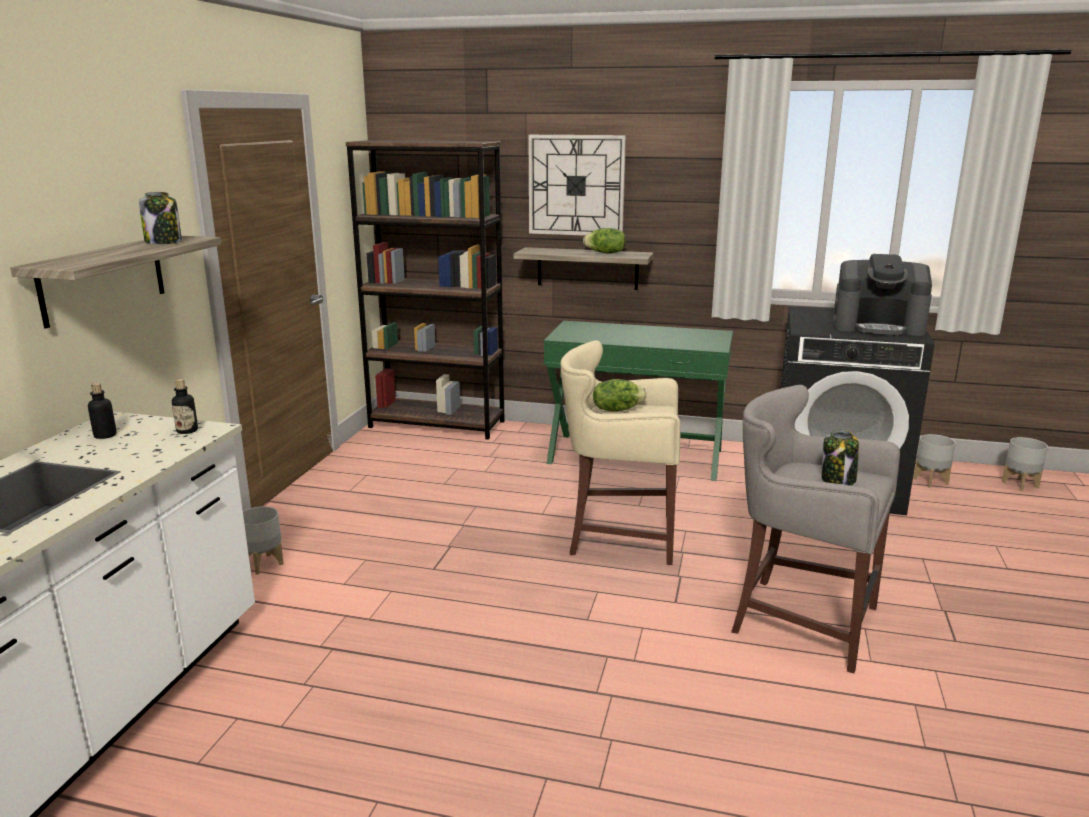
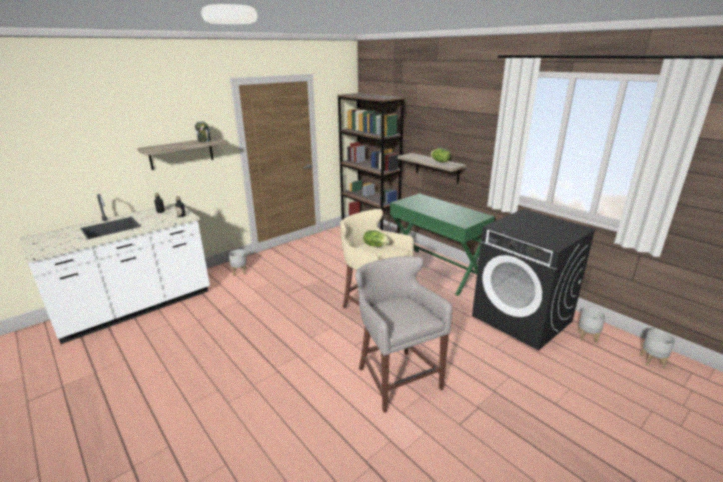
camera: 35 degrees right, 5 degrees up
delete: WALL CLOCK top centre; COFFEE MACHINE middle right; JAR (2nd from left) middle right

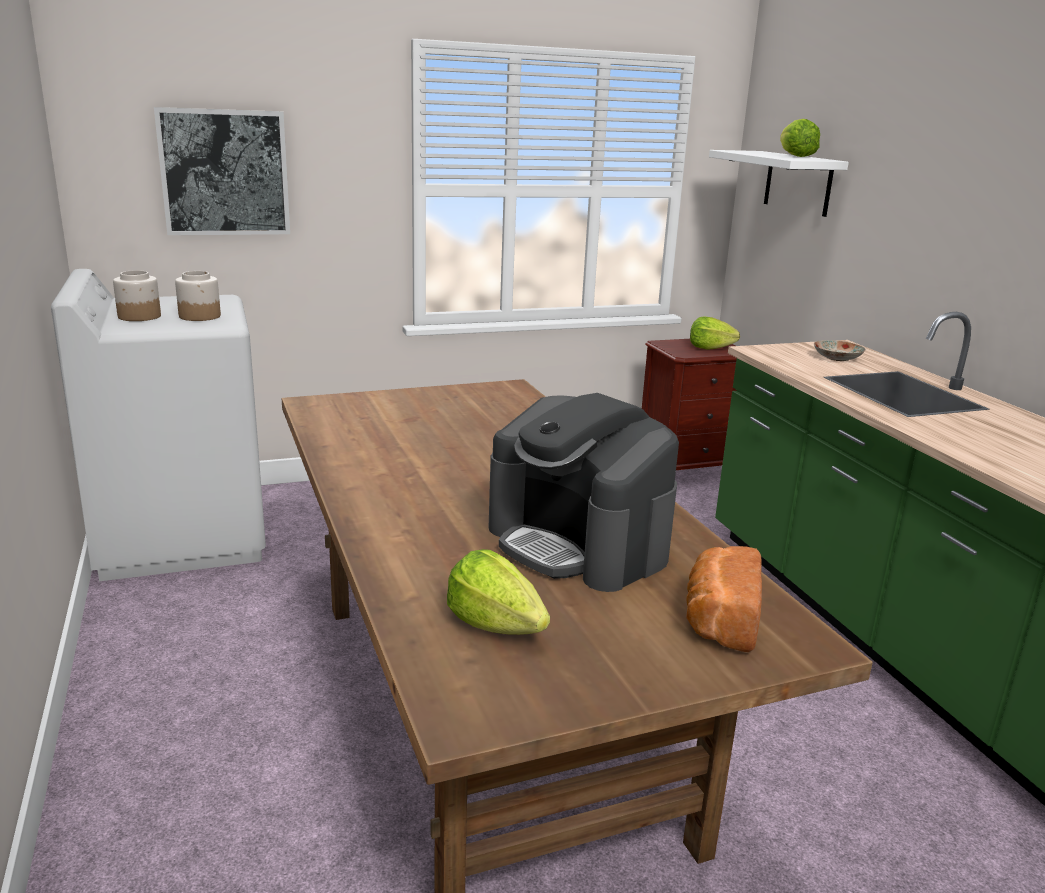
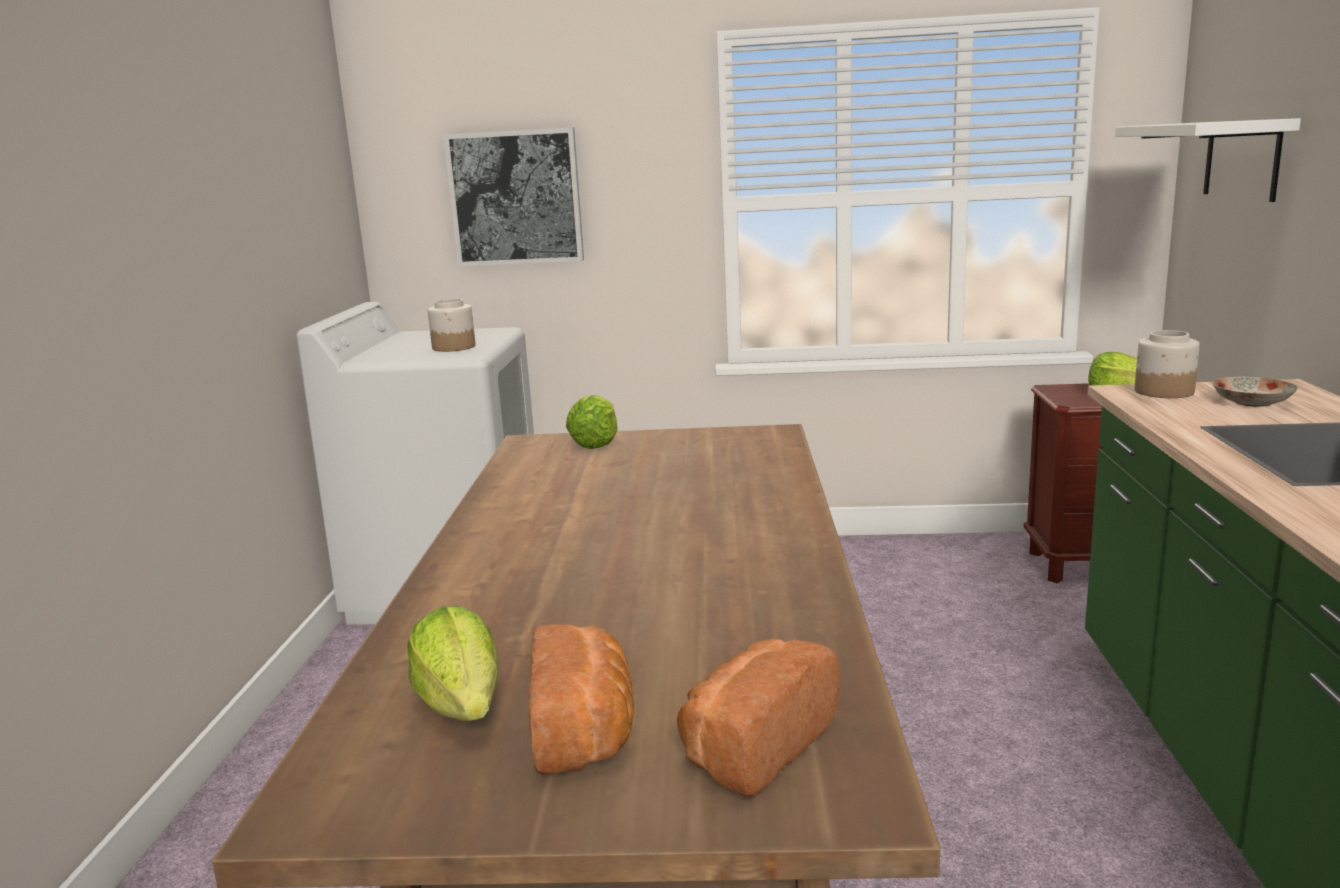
camera: 25 degrees right, 5 degrees down
delete: COFFEE MACHINE centre
insert: BREAD (1st from left) bottom centre
move: LETTUCE (3rd from left in the first image) top right to LETTUCE (2nd from left) centre; JAR (1st from left in the first image) top left to JAR (2nd from left) middle right

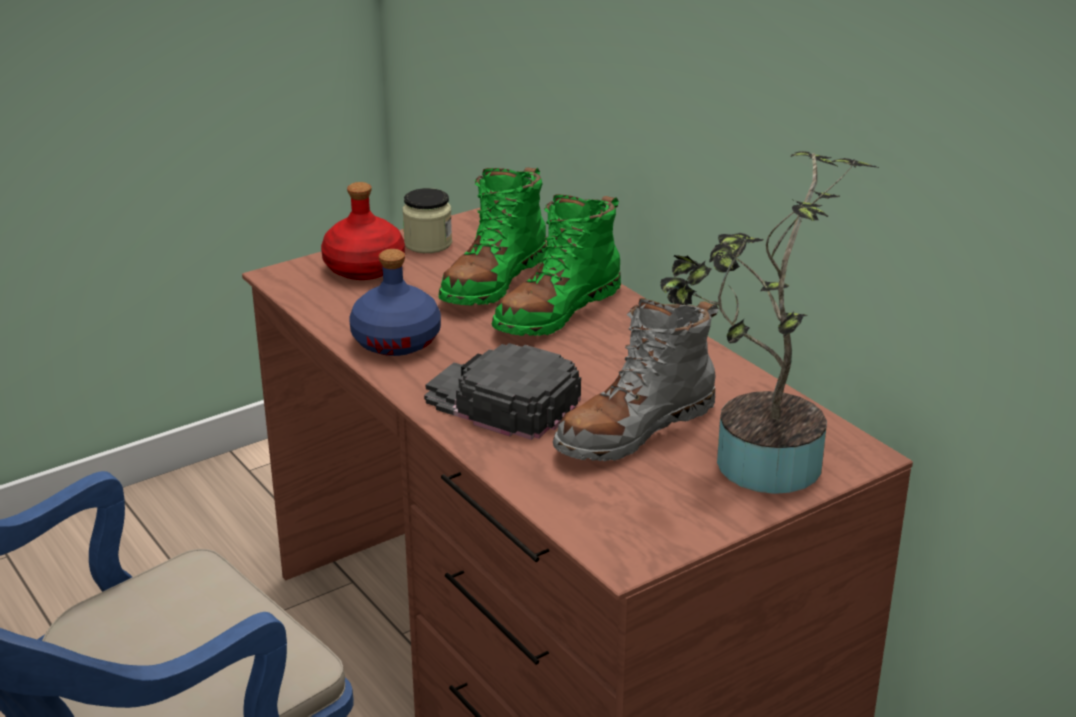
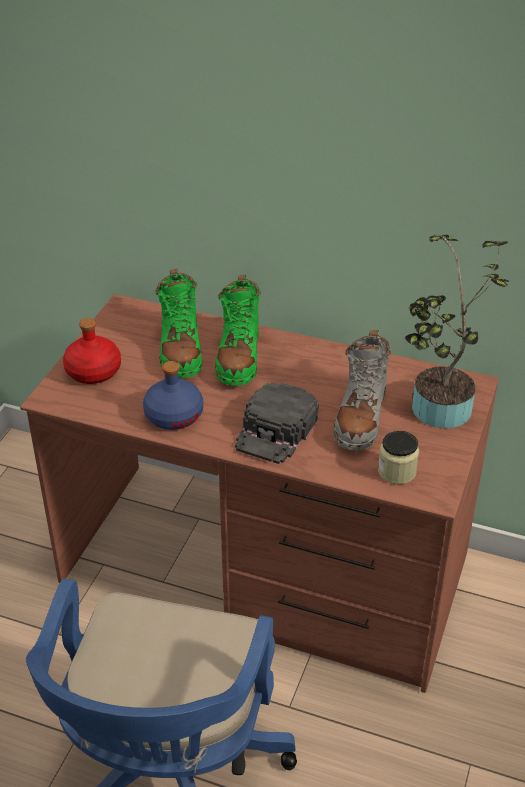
camera: 35 degrees left, 10 degrees up
move: JAR top centre to middle right
rotate: BLACK CAP centre = centre 60 degrees counterclockwise

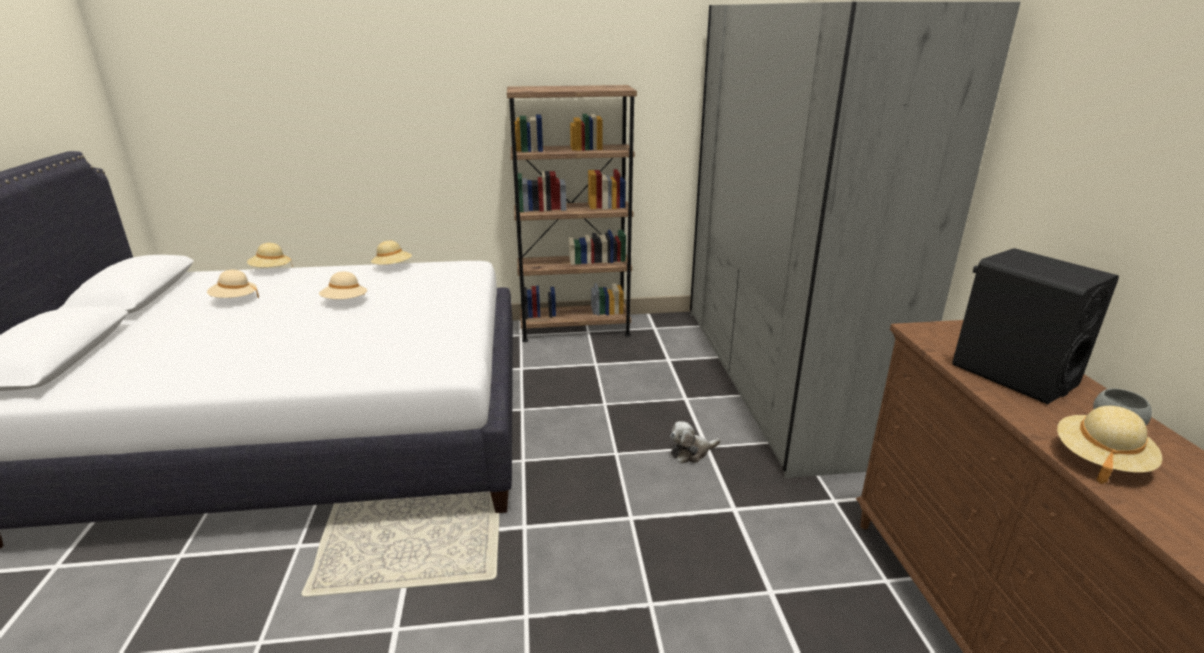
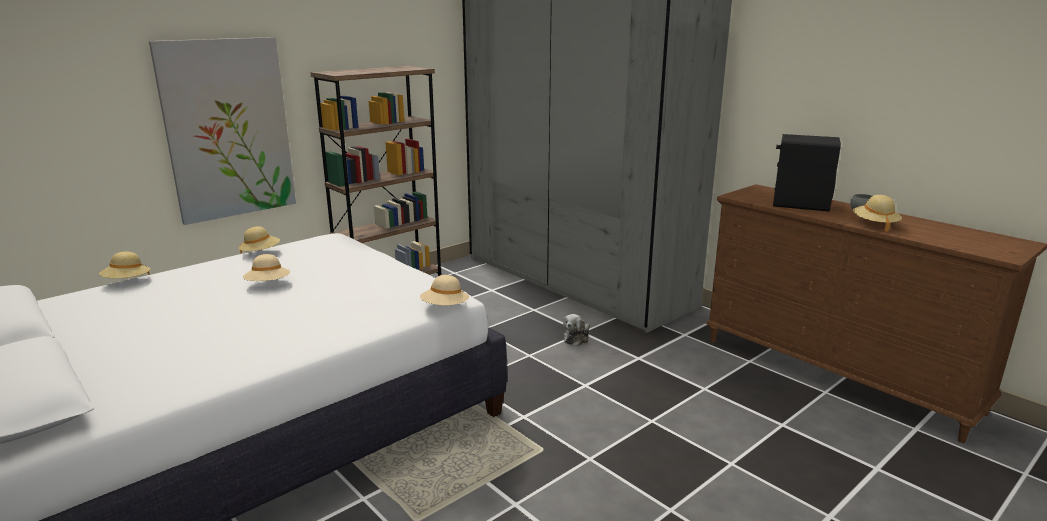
camera: 35 degrees left, 5 degrees down
insert: PICTURE top left
move: BEIGE HAT (1st from left in the first image) middle left to BEIGE HAT (4th from left) centre

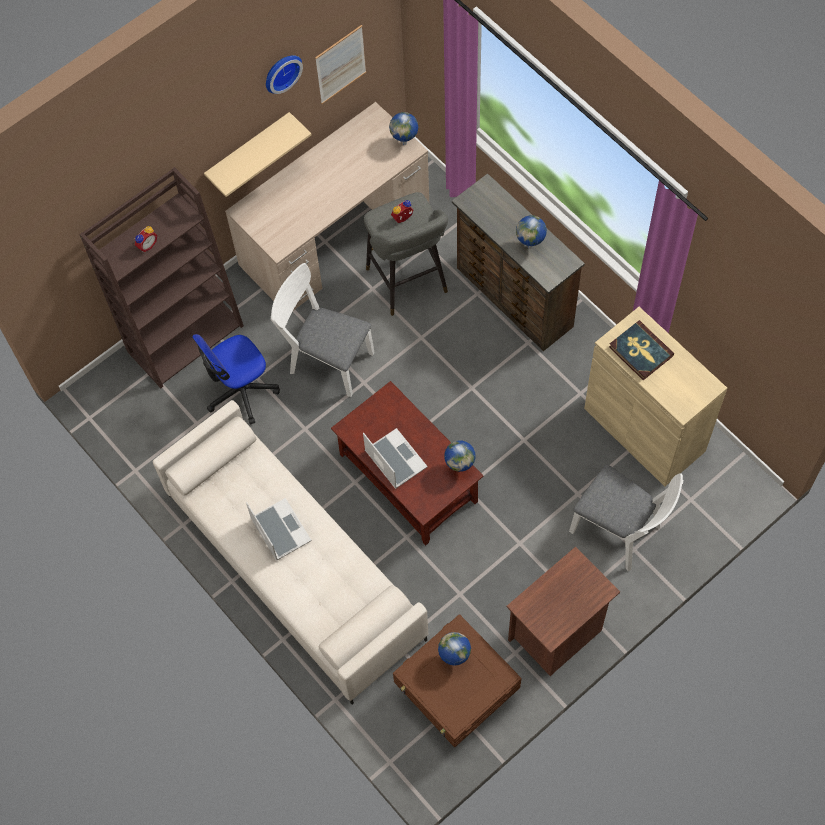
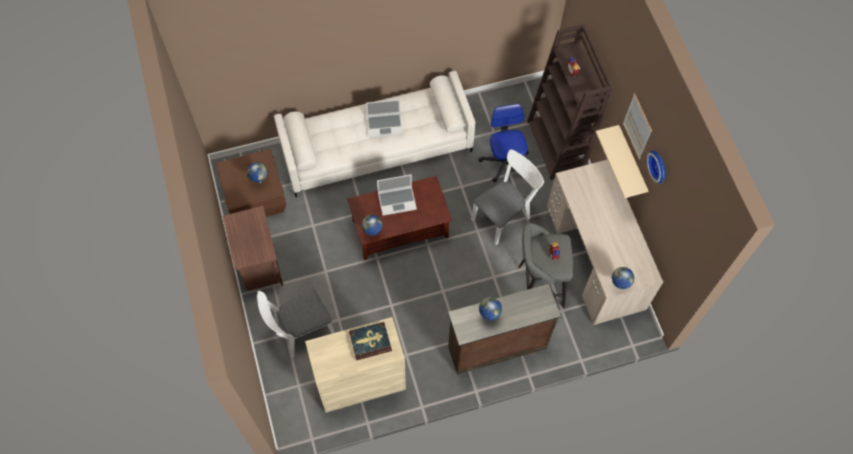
camera: 110 degrees right, 0 degrees up
move: PICTURE top centre to top right

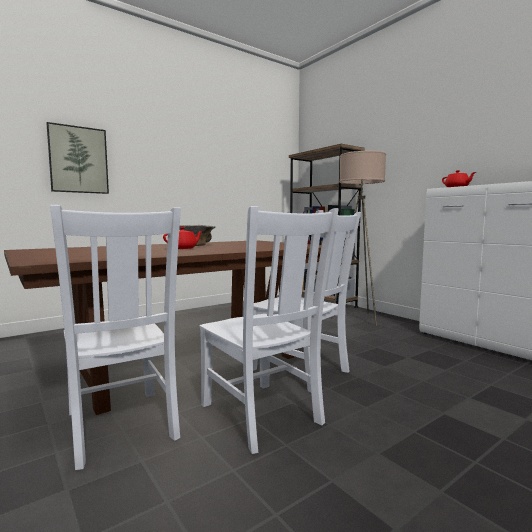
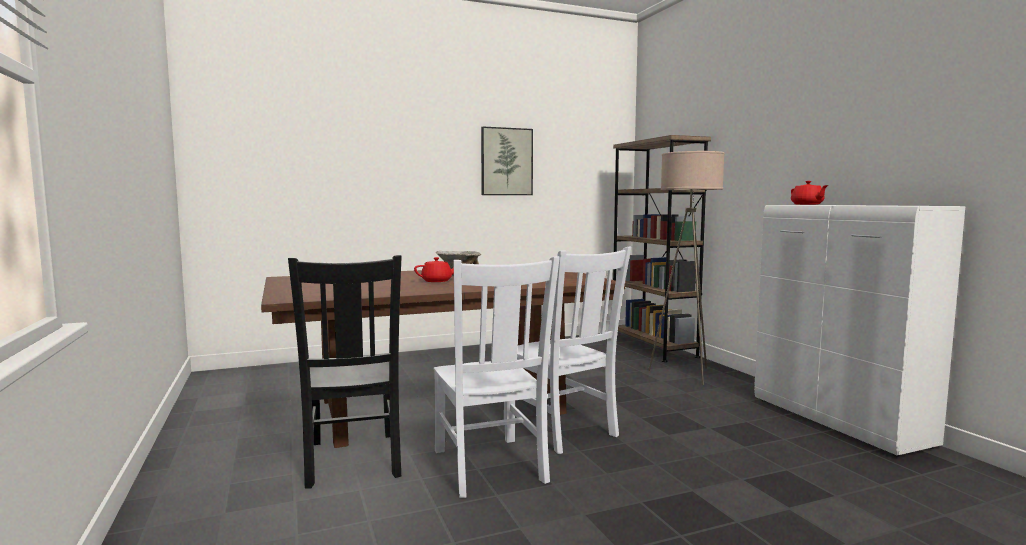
camera: 15 degrees right, 0 degrees up
move: PICTURE top left to top centre
recolor: WHITE CHAIR (1st from left) middle left to BLACK CHAIR bottom centre

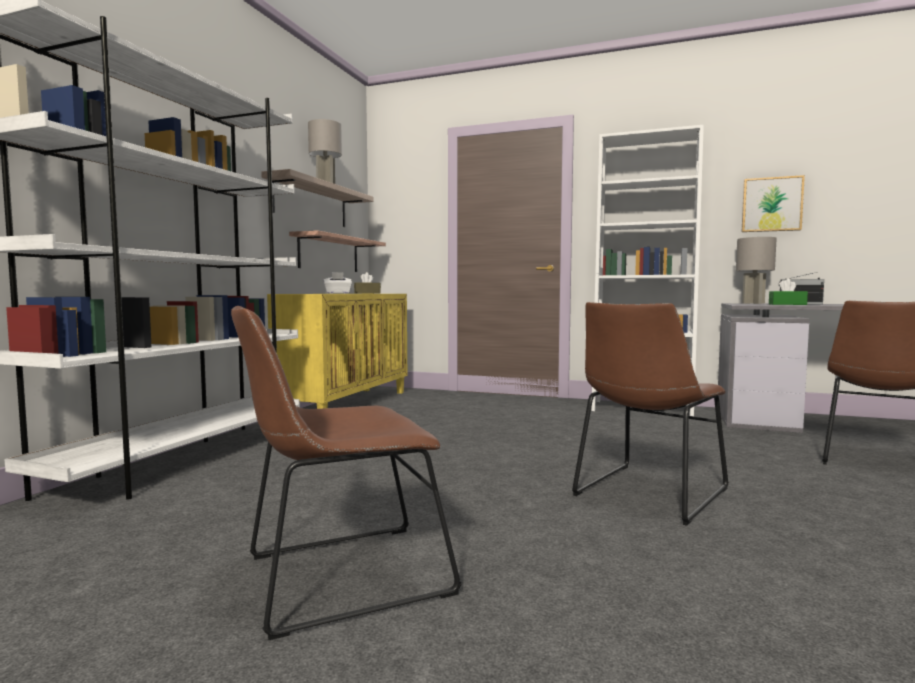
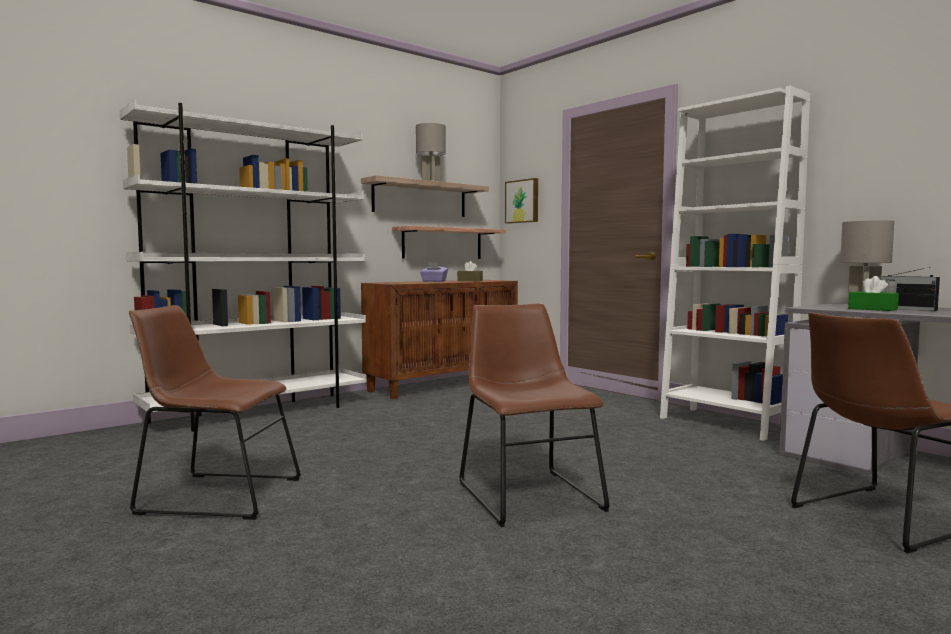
camera: 30 degrees right, 0 degrees up
move: PICTURE top right to top centre
recolor: WHITE TISSUE BOX centre to PURPLE TISSUE BOX centre; YELLOW CABINET centre to BROWN CABINET centre
rotate: BROWN CHAIR (2nd from left) middle right = centre 90 degrees clockwise

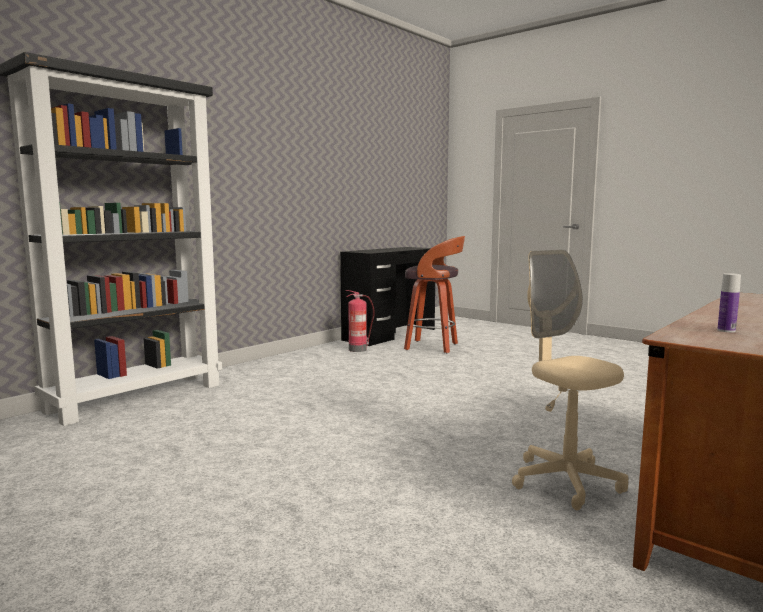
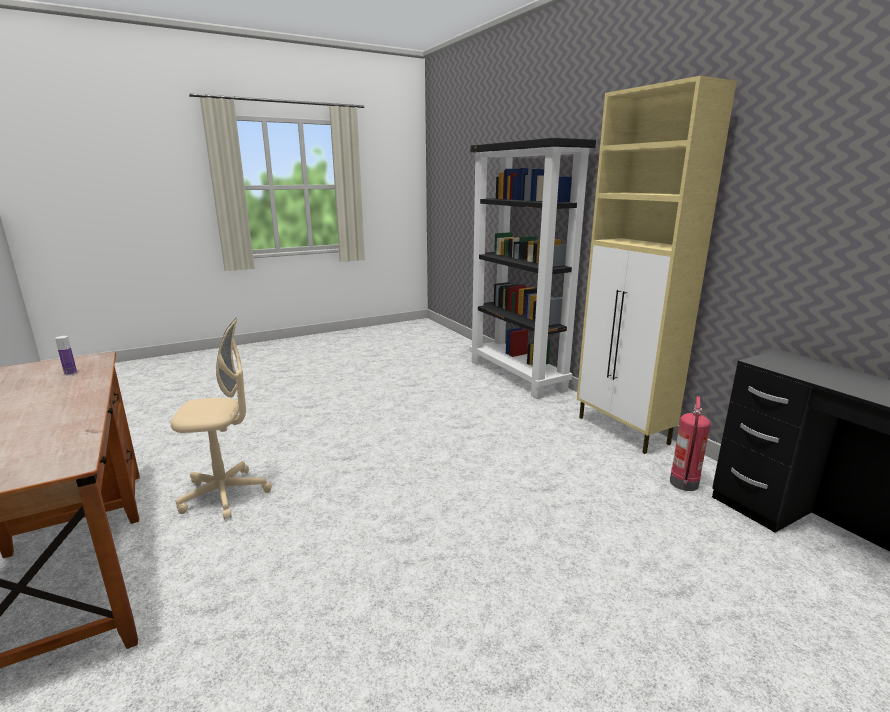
camera: 110 degrees right, 10 degrees up
delete: STOOL centre
insert: BEIGE CABINET middle right

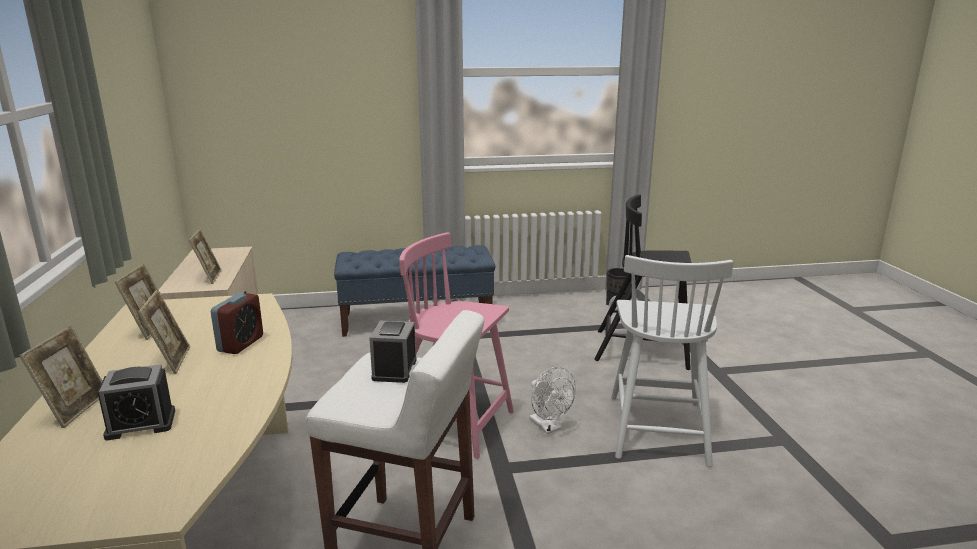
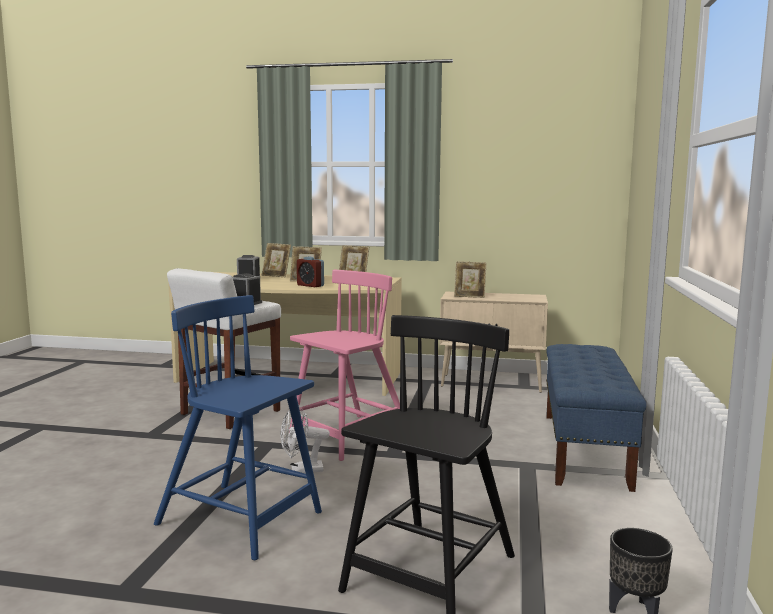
camera: 110 degrees right, 10 degrees down
recolor: WHITE CHAIR middle right to BLUE CHAIR bottom left

